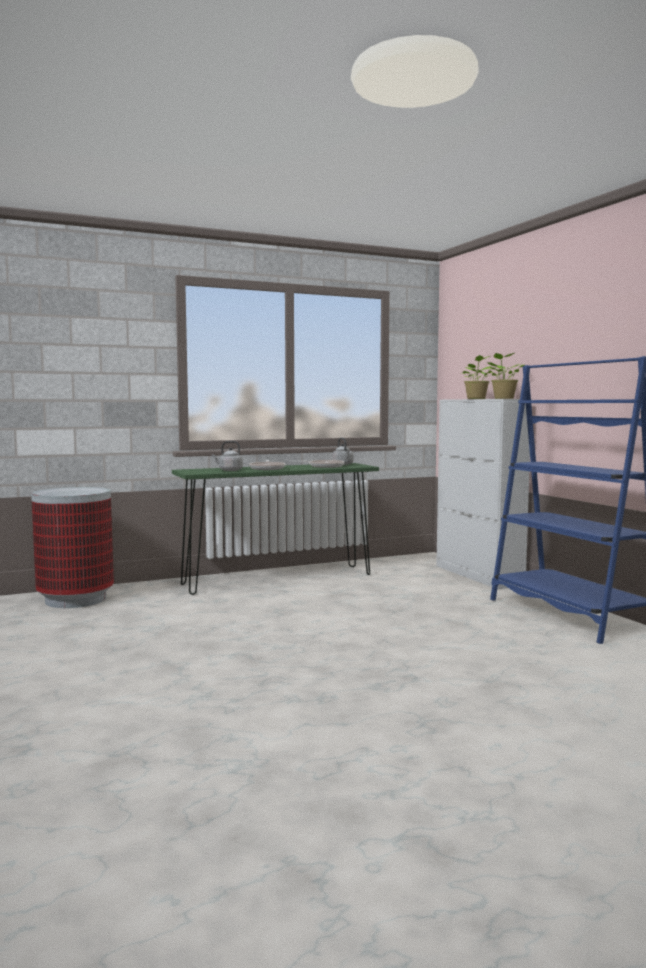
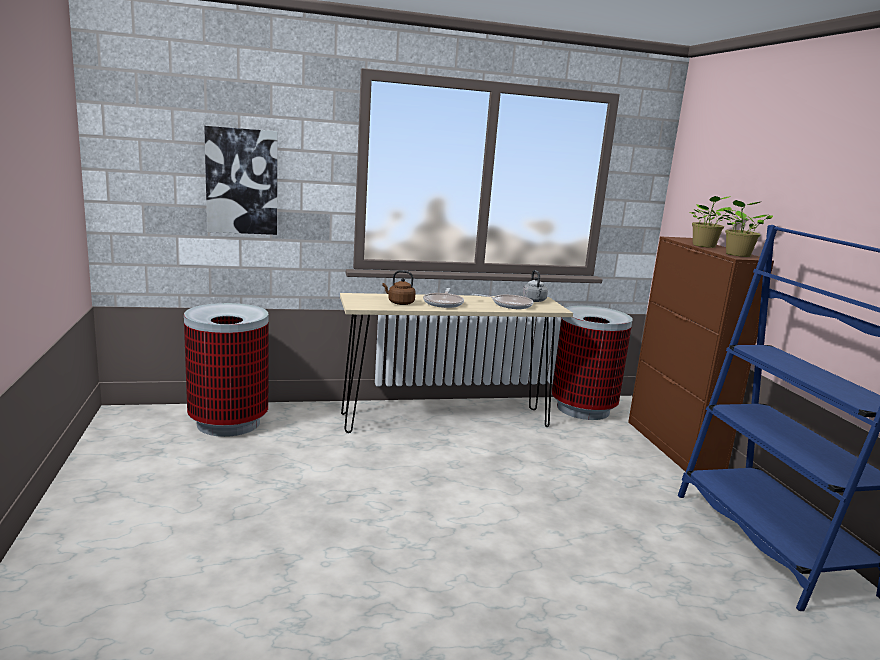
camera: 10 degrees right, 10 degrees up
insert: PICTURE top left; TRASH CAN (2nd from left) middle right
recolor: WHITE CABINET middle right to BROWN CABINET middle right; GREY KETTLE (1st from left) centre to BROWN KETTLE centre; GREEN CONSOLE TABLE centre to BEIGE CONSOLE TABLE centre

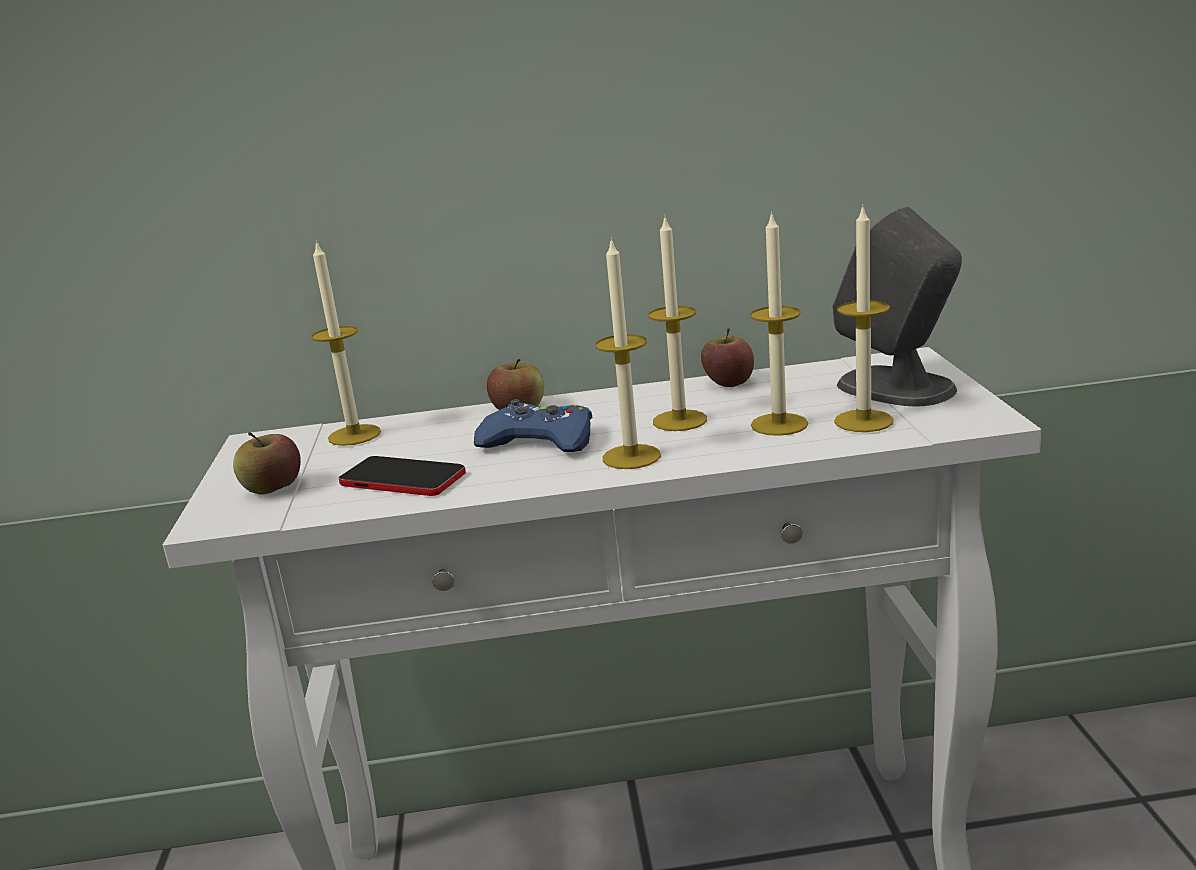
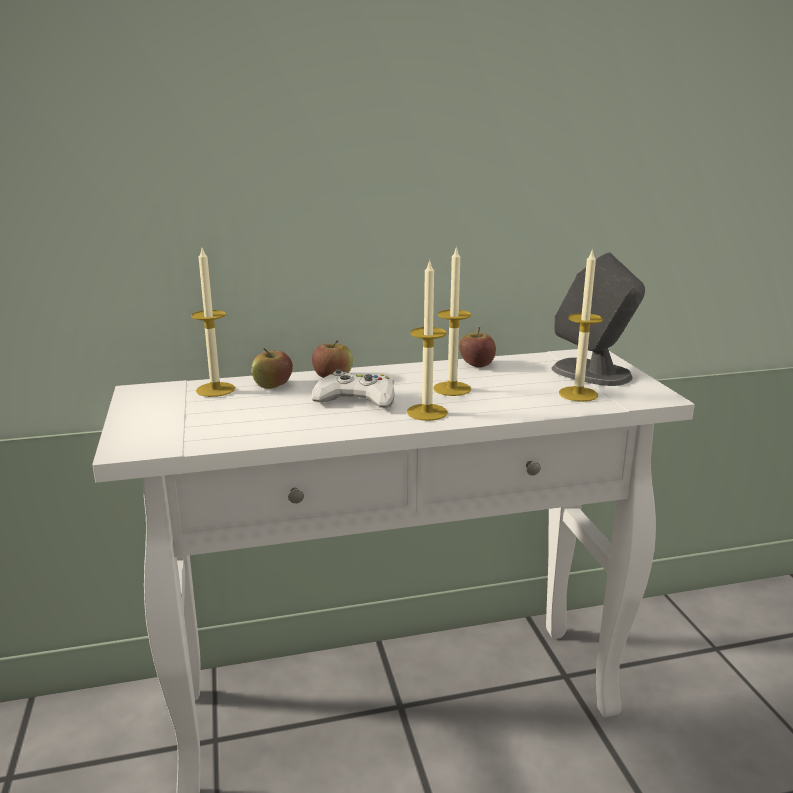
camera: 10 degrees left, 0 degrees up
delete: CANDLE (4th from left) centre; PHONE centre
move: APPLE (1st from left) middle left to centre
recolor: BLUE GAME CONTROLLER centre to WHITE GAME CONTROLLER centre

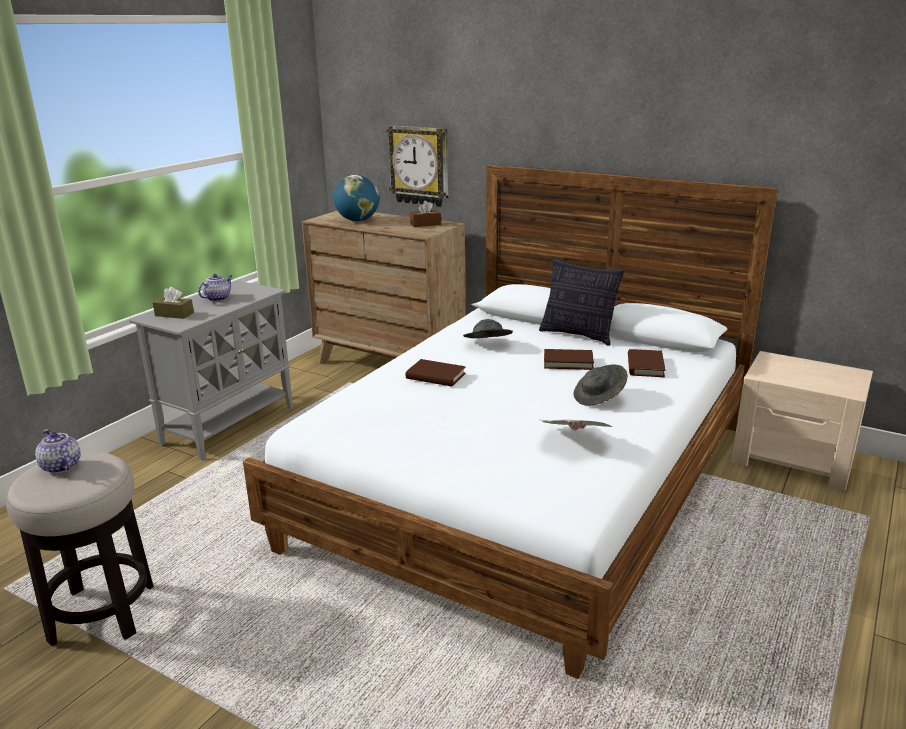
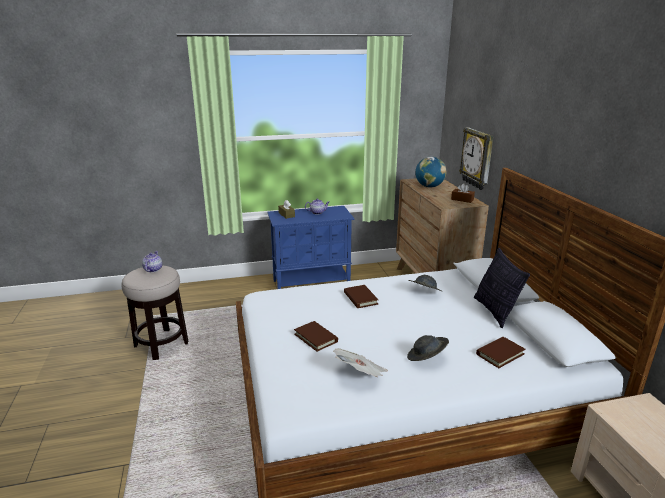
camera: 45 degrees right, 0 degrees up
move: BROWN BOOK (2nd from left in the first image) centre to BROWN BOOK (1st from left) bottom centre
recolor: GREY CABINET middle left to BLUE CABINET centre

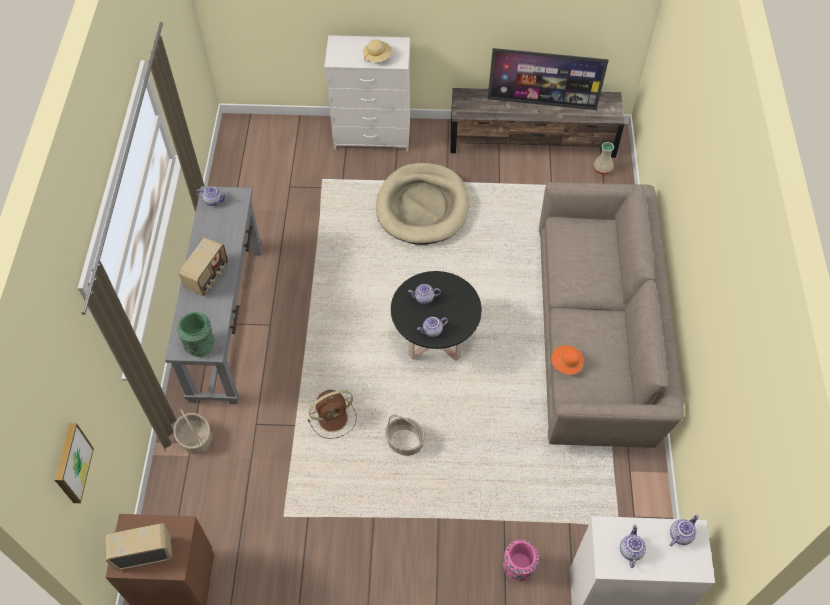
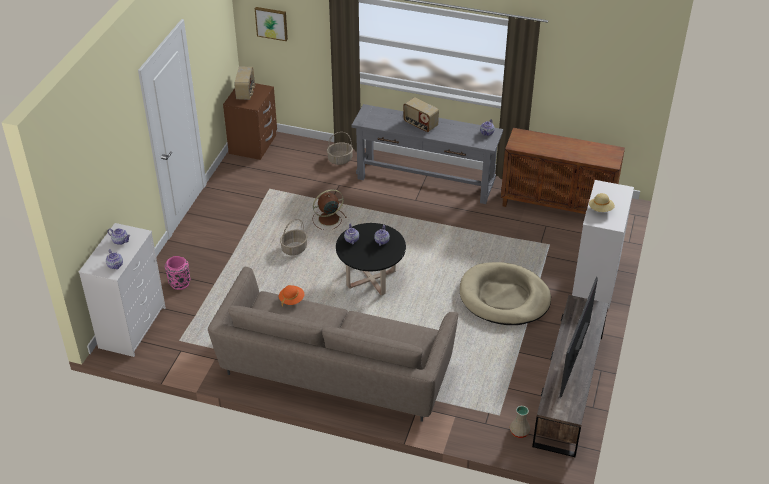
camera: 105 degrees right, 15 degrees down
delete: GREEN VASE middle left
insert: BROWN CABINET middle right
rotate: BROWN FAN bottom centre = centre 75 degrees clockwise

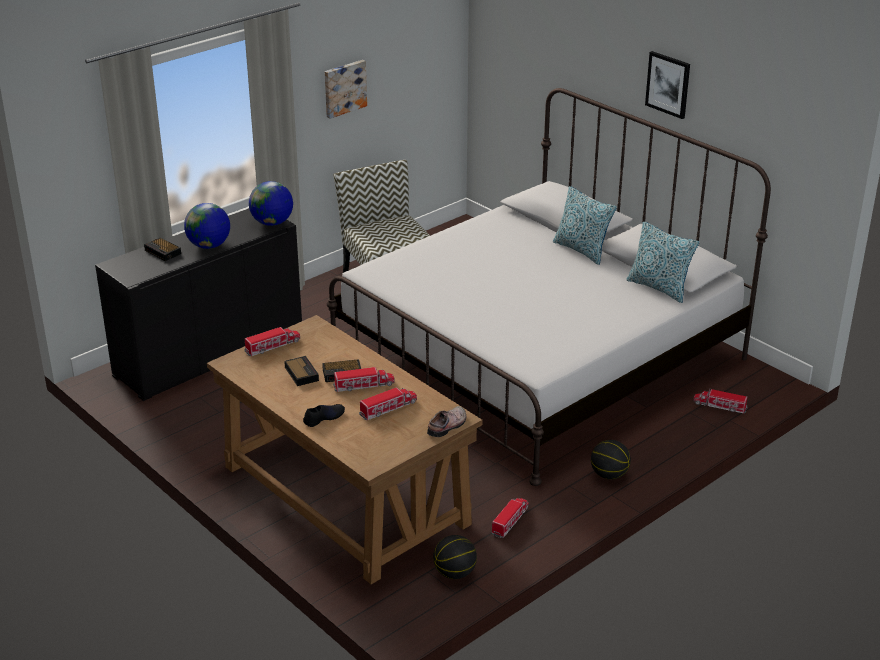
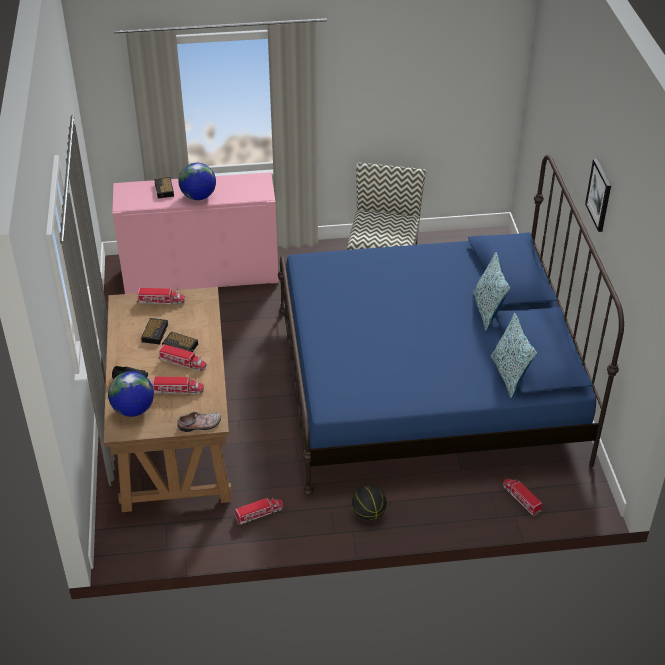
camera: 35 degrees right, 10 degrees up
delete: PICTURE (1st from left) top centre; BASKETBALL (1st from left) bottom centre
move: GLOBE (2nd from left in the first image) top left to GLOBE (1st from left) middle left
recolor: WHITE BED centre to BLUE BED middle right; BLACK CABINET middle left to PINK CABINET middle left

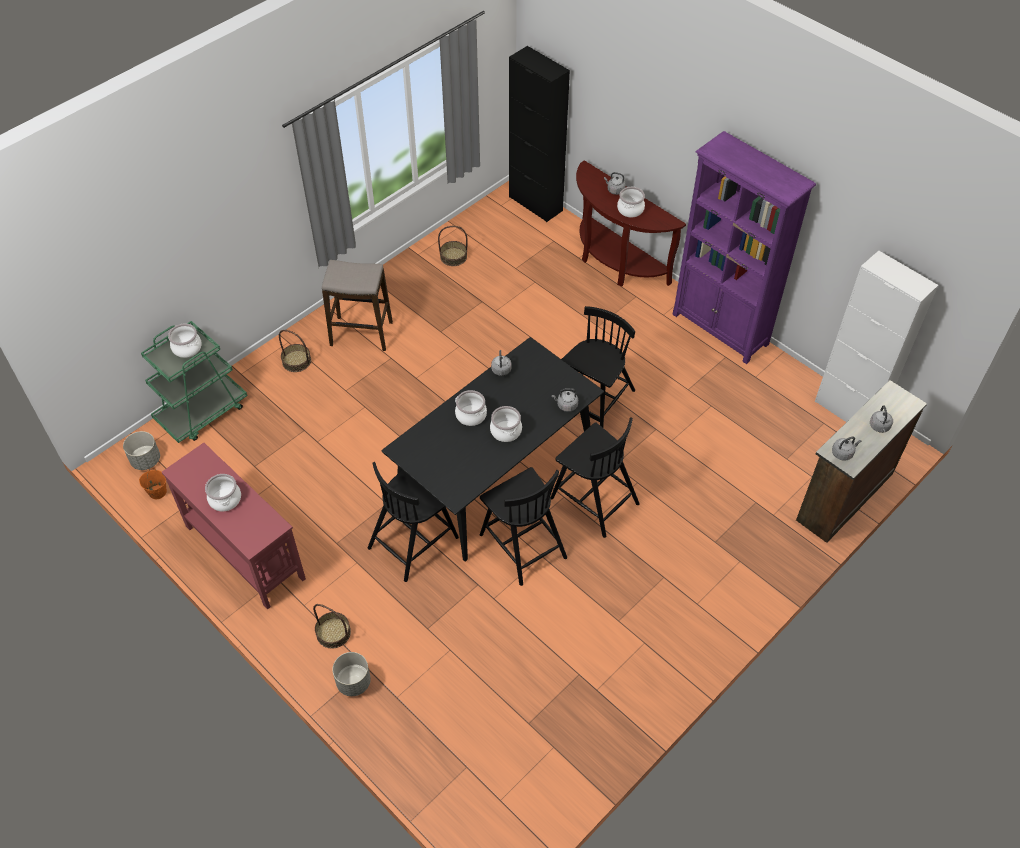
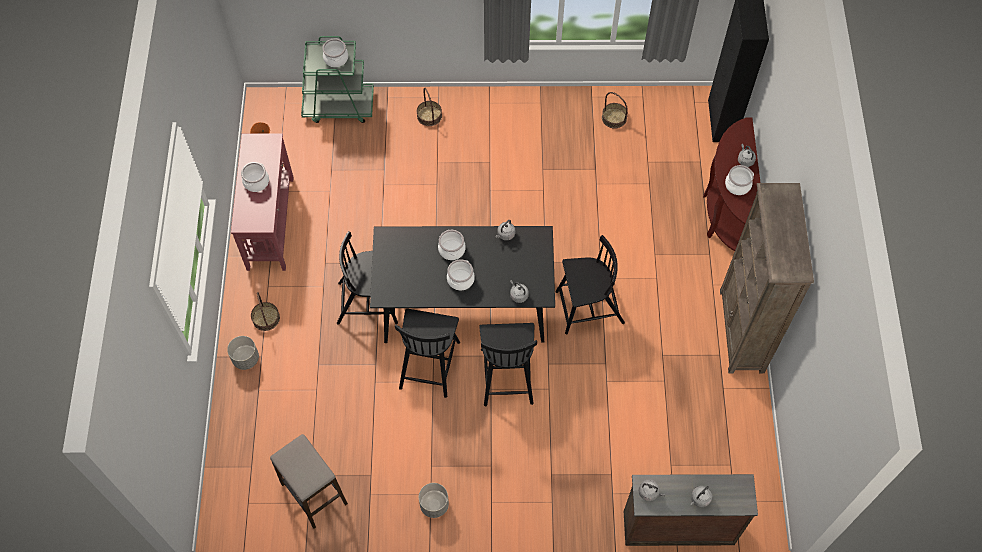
camera: 45 degrees right, 10 degrees up
delete: WHITE CABINET middle right
move: STOOL centre to bottom left; GREY PLANTER (1st from left in the first image) middle left to GREY PLANTER (2nd from left) bottom centre
recolor: PURPLE BOOKCASE top right to BROWN BOOKCASE middle right

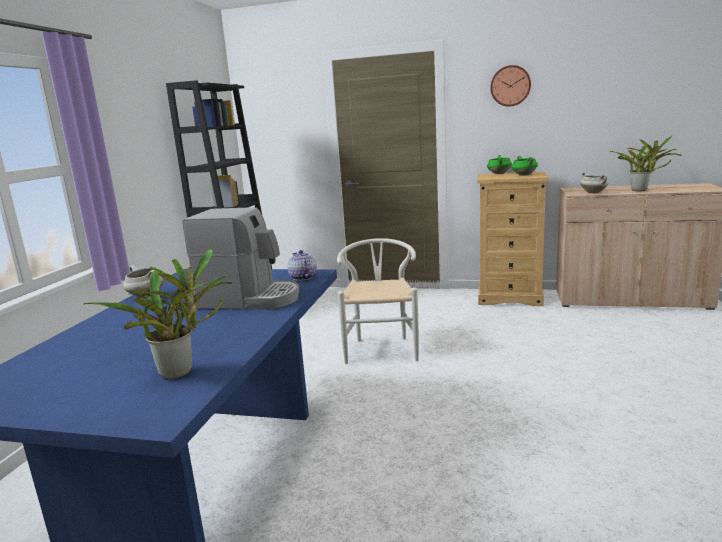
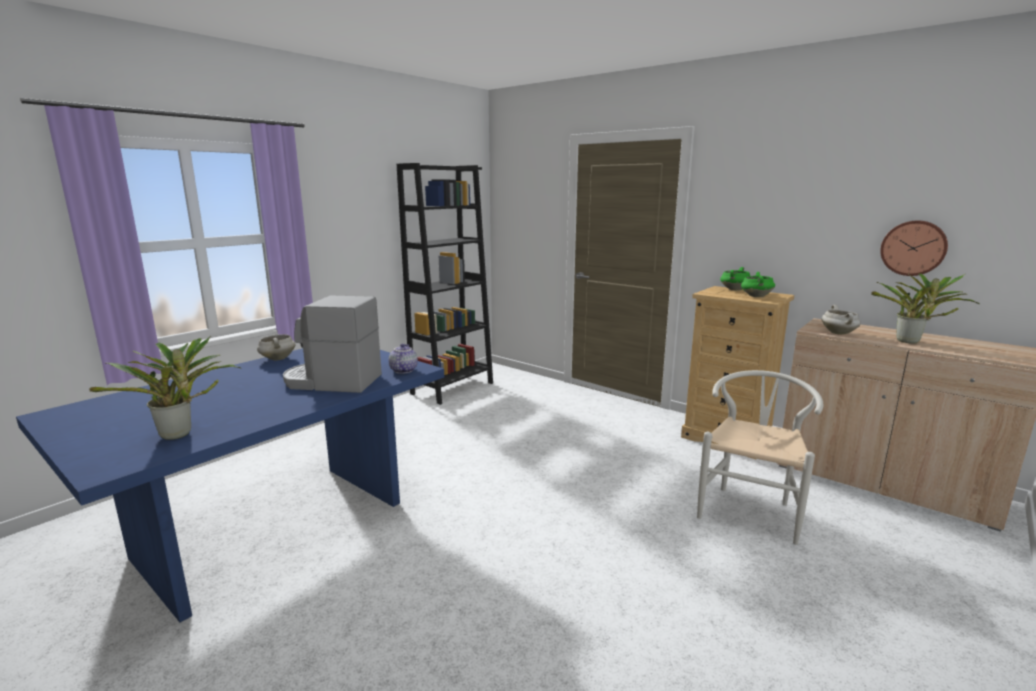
camera: 25 degrees right, 0 degrees up
move: WALL CLOCK top right to middle right; WHITE CHAIR centre to middle right
rotate: COFFEE MACHINE centre = middle left 150 degrees clockwise

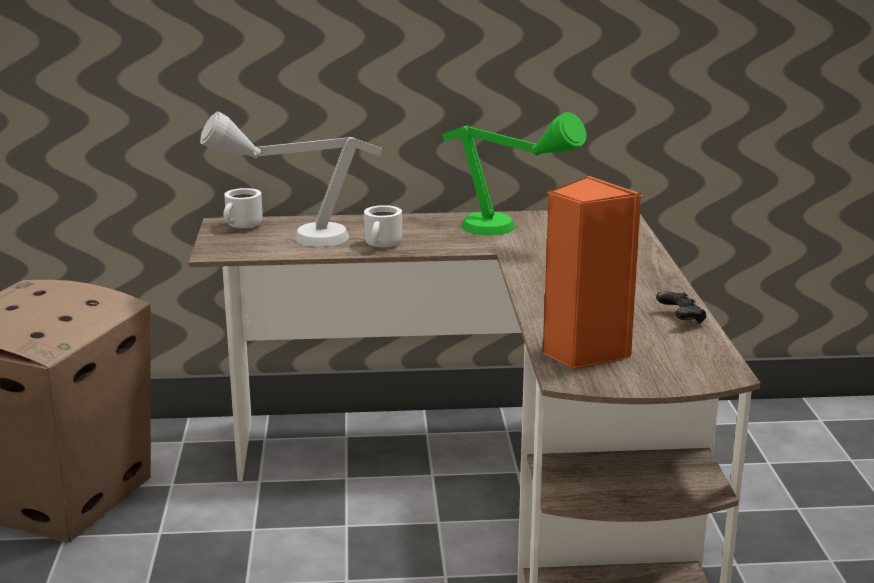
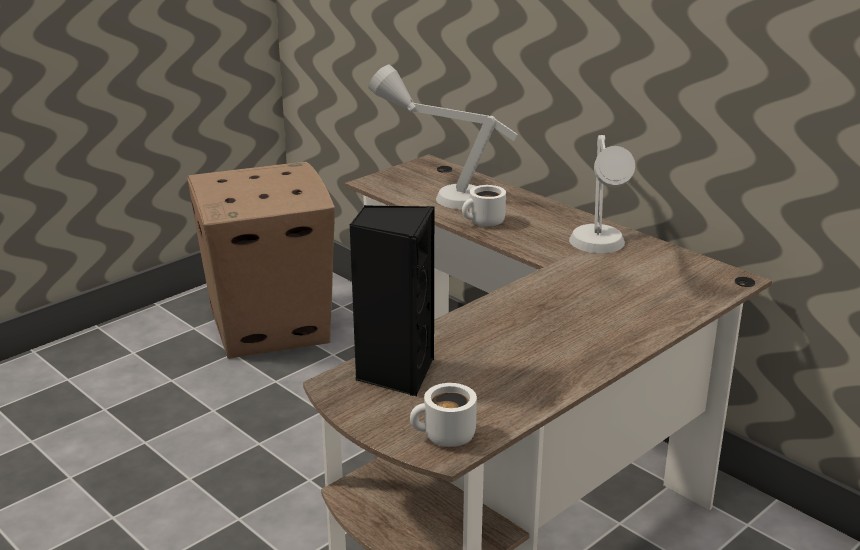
camera: 50 degrees right, 5 degrees up
delete: BLACK GAME CONTROLLER middle right
move: WHITE MUG (1st from left) middle left to bottom centre
recolor: GREEN TABLE LAMP top centre to GREY TABLE LAMP (2nd from left) middle right; ORANGE SPEAKER middle right to BLACK SPEAKER centre

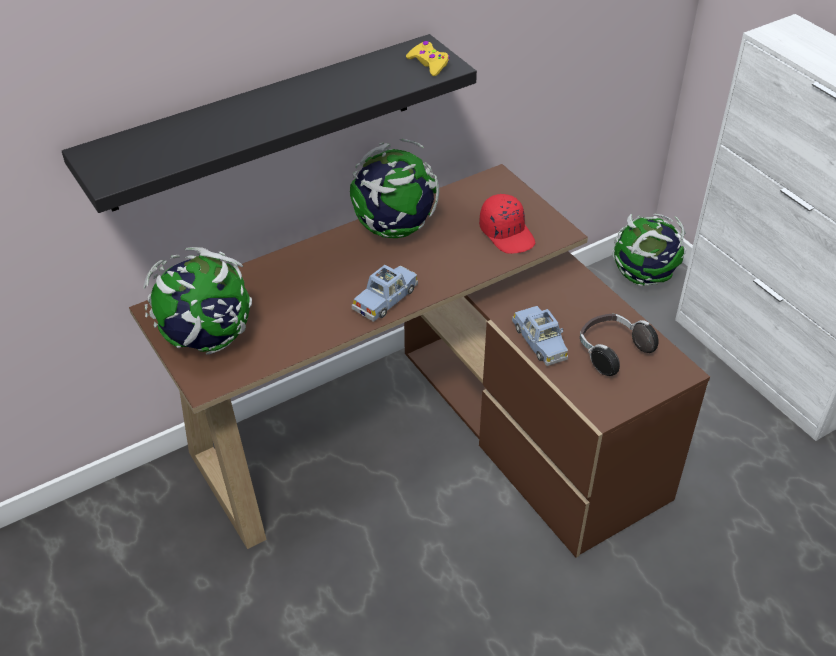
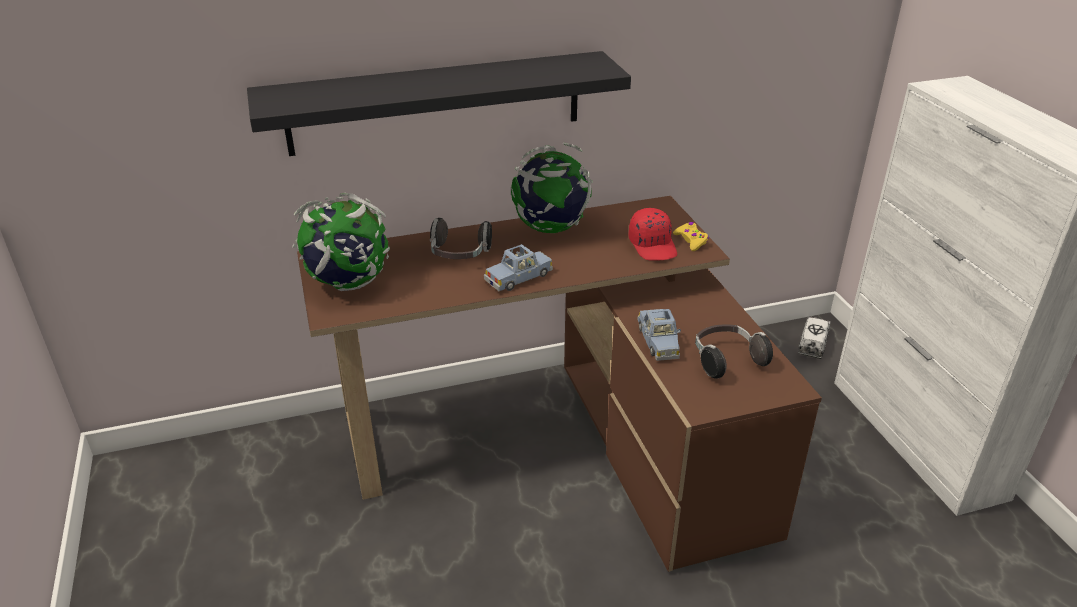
camera: 15 degrees right, 10 degrees down
insert: HEADPHONES (1st from left) centre
move: YELLOW GAME CONTROLLER top centre to centre
replace: GLOBE (3rd from left) middle right to TOY TRUCK middle right

